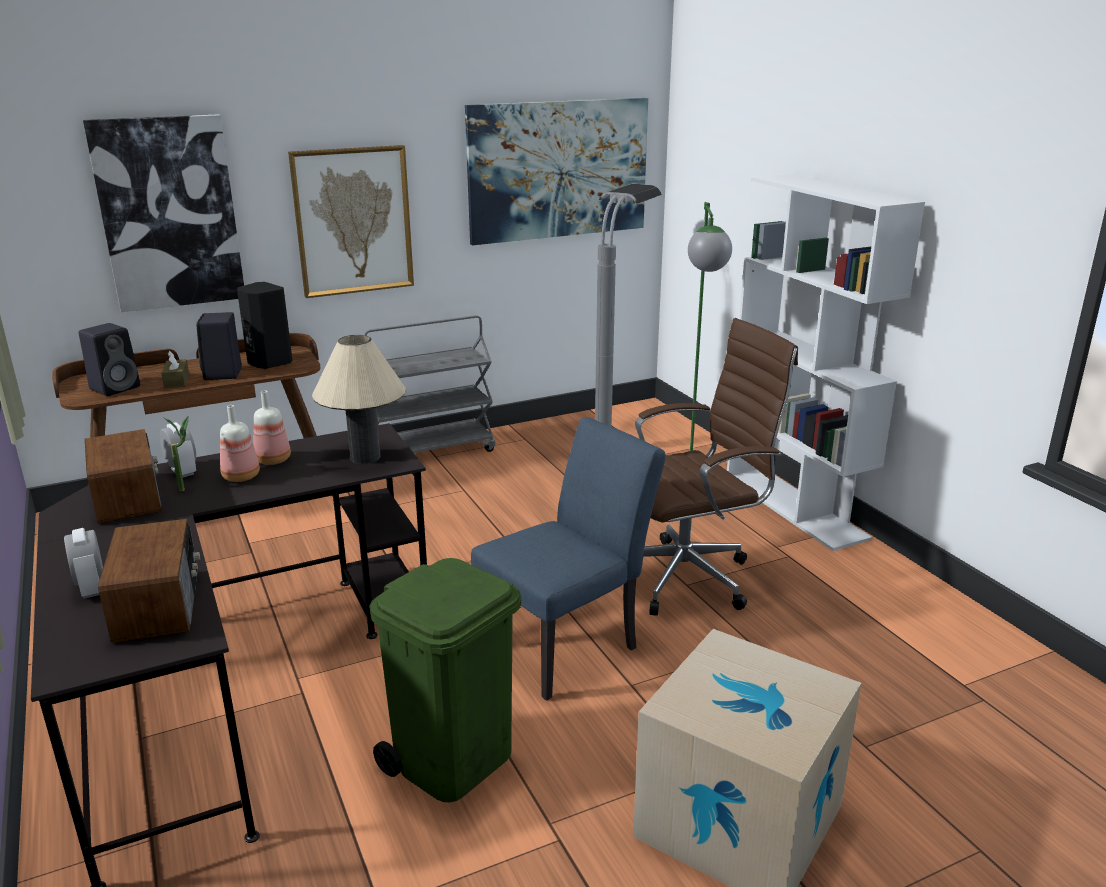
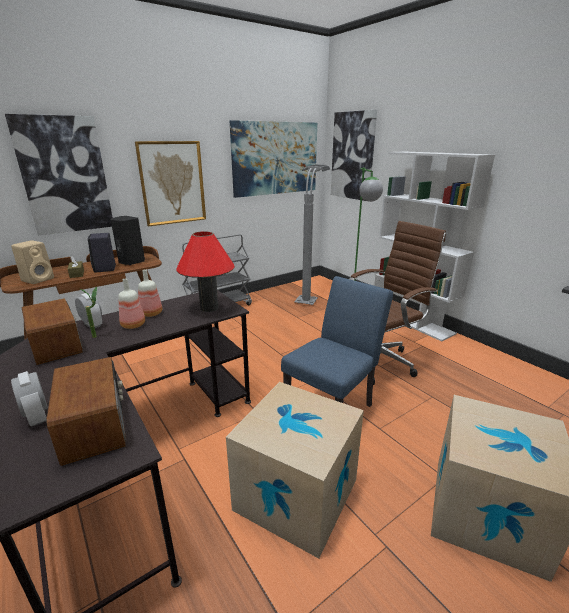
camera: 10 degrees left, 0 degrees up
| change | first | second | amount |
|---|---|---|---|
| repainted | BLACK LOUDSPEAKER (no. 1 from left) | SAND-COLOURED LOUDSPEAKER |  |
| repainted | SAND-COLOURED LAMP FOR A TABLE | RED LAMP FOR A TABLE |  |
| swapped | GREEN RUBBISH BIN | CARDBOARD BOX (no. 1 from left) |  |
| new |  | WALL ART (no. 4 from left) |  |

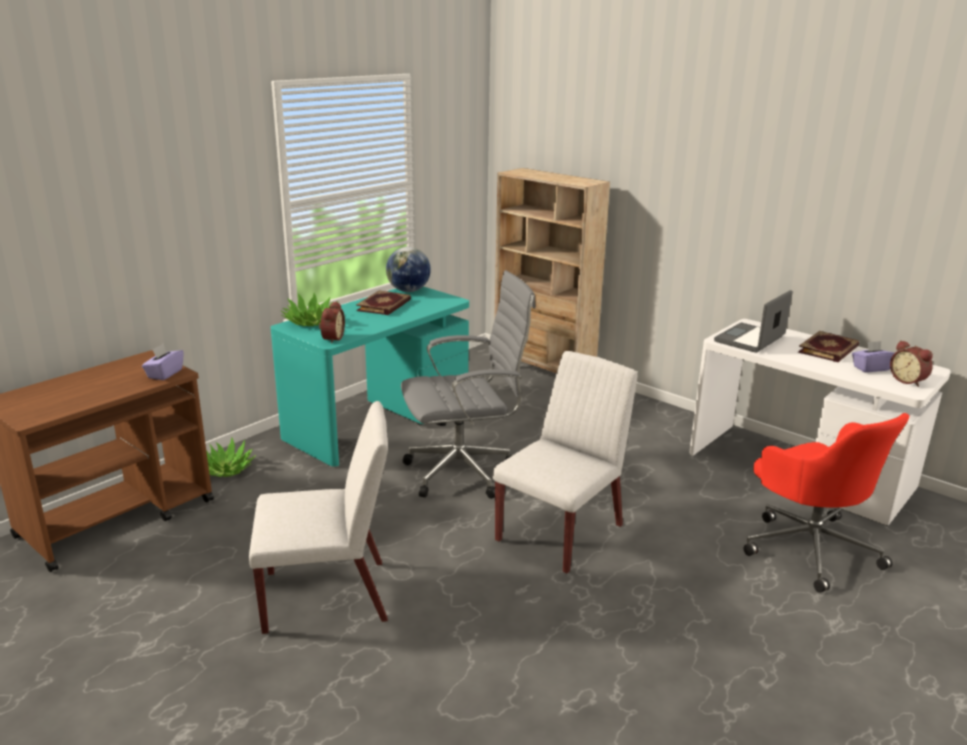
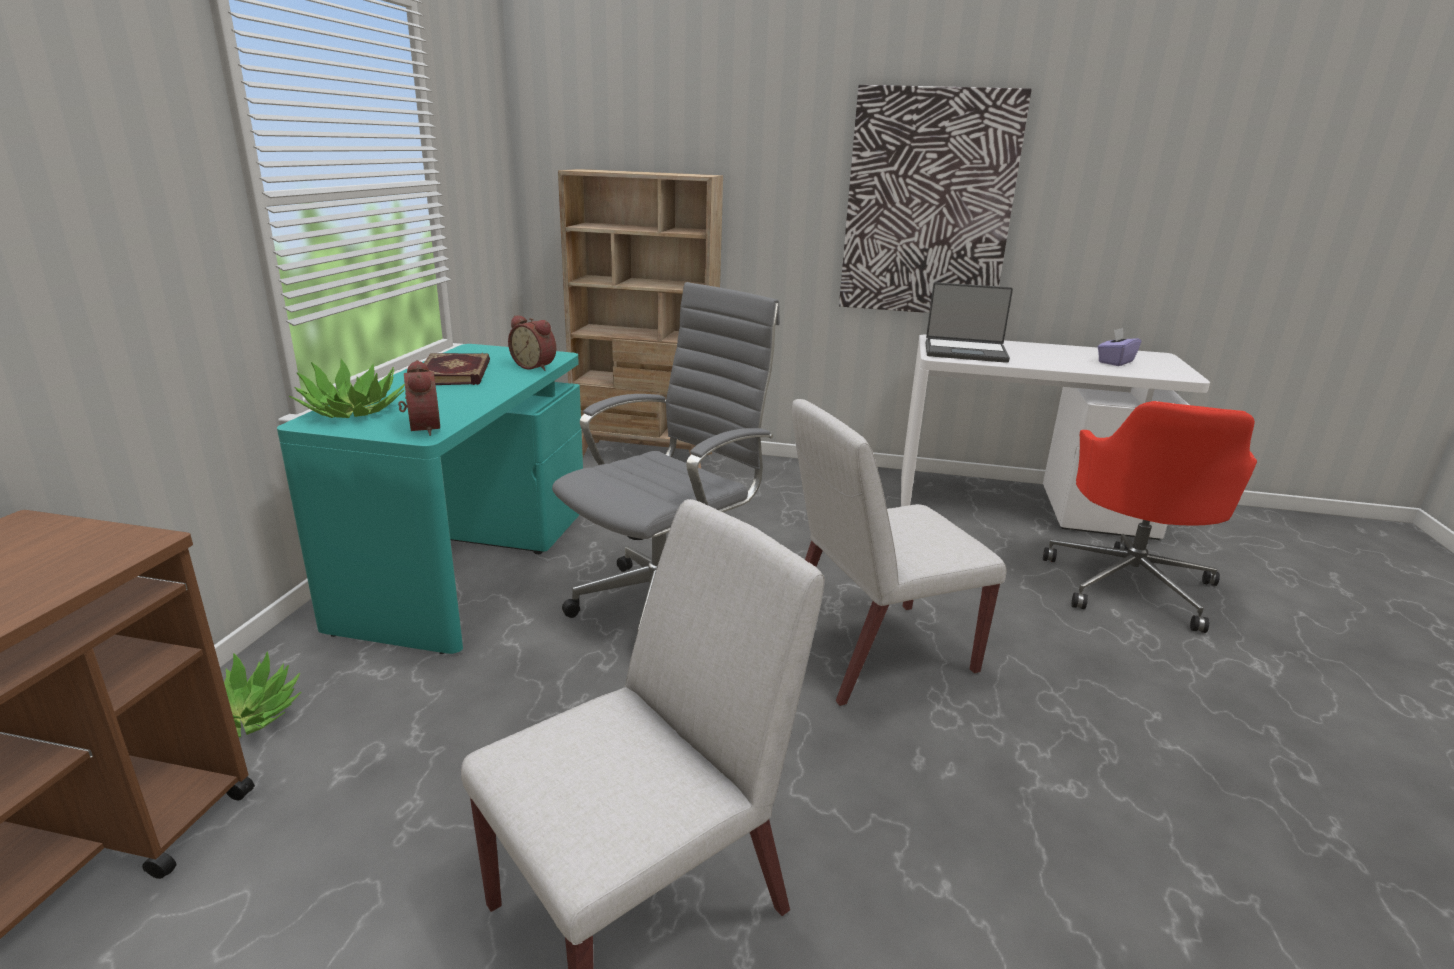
camera: 30 degrees left, 0 degrees up
| change | first | second | amount |
|---|---|---|---|
| gone | PURPLE TISSUE BOX (no. 1 from left) |  |  |
| gone | DESK GLOBE |  |  |
| rotated | WHITE UPRIGHT CHAIR (no. 2 from left) |  | 120 degrees counterclockwise |
| rotated | PORTABLE COMPUTER |  | 90 degrees counterclockwise |
| rotated | RED COMPUTER CHAIR |  | 75 degrees clockwise |
| gone | VOLUME (no. 2 from left) |  |  |
| shifted | ALARM CLOCK (no. 2 from left) |  |  |
| new |  | WALL ART |  |

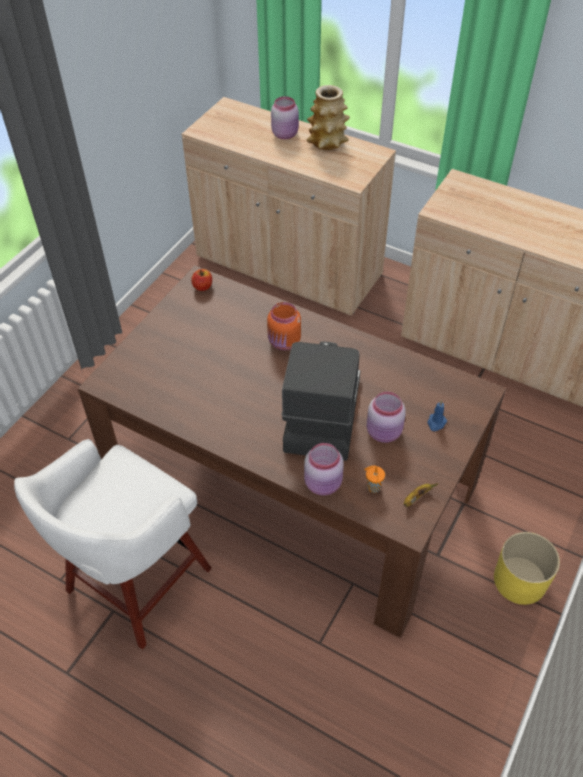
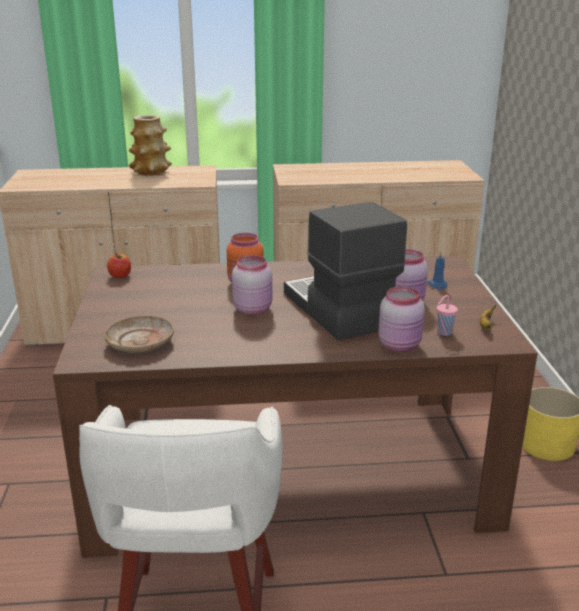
camera: 35 degrees left, 25 degrees down
| change | first | second | amount |
|---|---|---|---|
| shifted | PINKISH PRESERVE JAR (no. 1 from left) |  |  |
| repainted | ORANGE SMALL CUP | PINKISH SMALL CUP |  |
| new |  | SAND-COLOURED FLAT DISH |  |

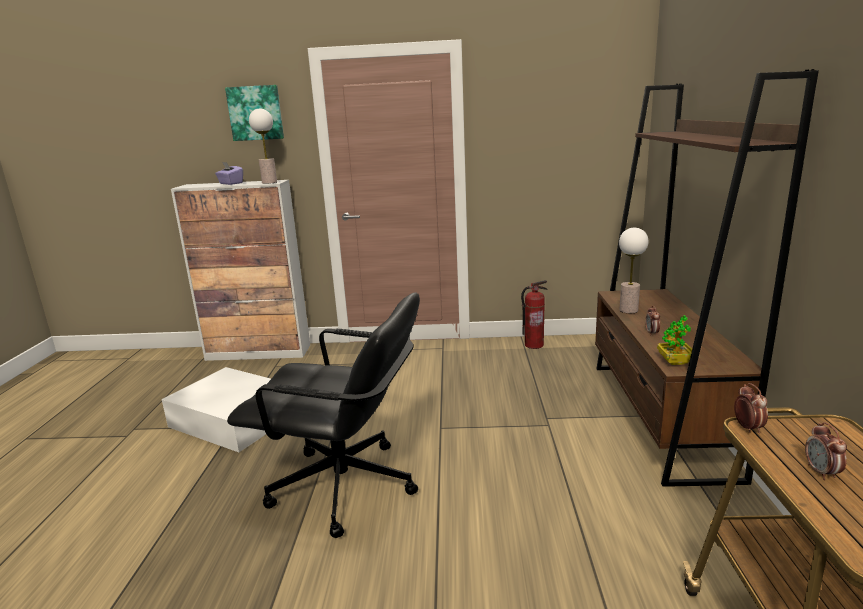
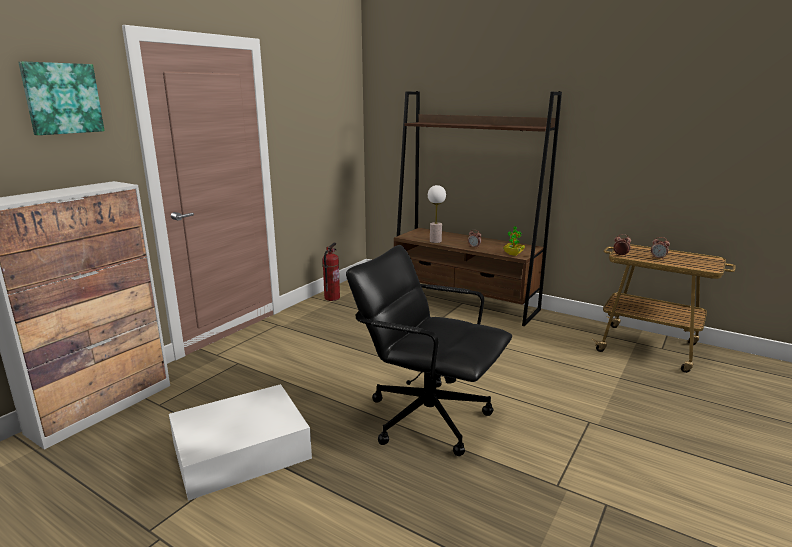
camera: 60 degrees left, 0 degrees up
| change | first | second | amount |
|---|---|---|---|
| gone | PURPLE TISSUE BOX |  |  |
| rotated | BLACK COMPUTER CHAIR |  | 105 degrees counterclockwise |
| gone | LAMP FOR A TABLE (no. 1 from left) |  |  |

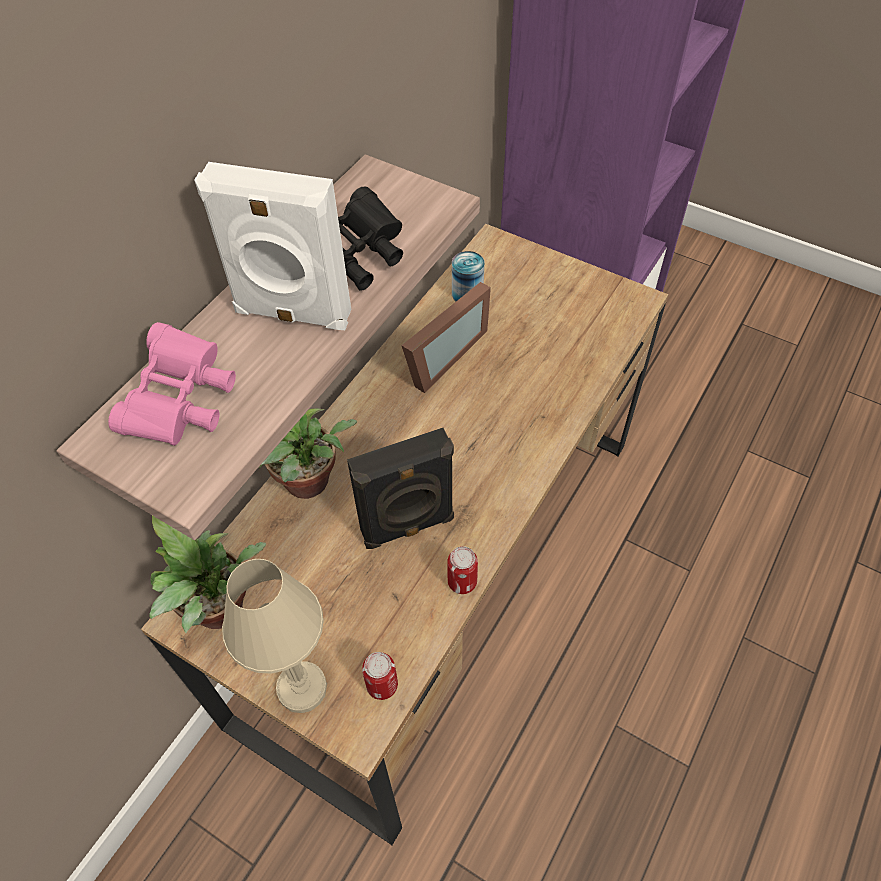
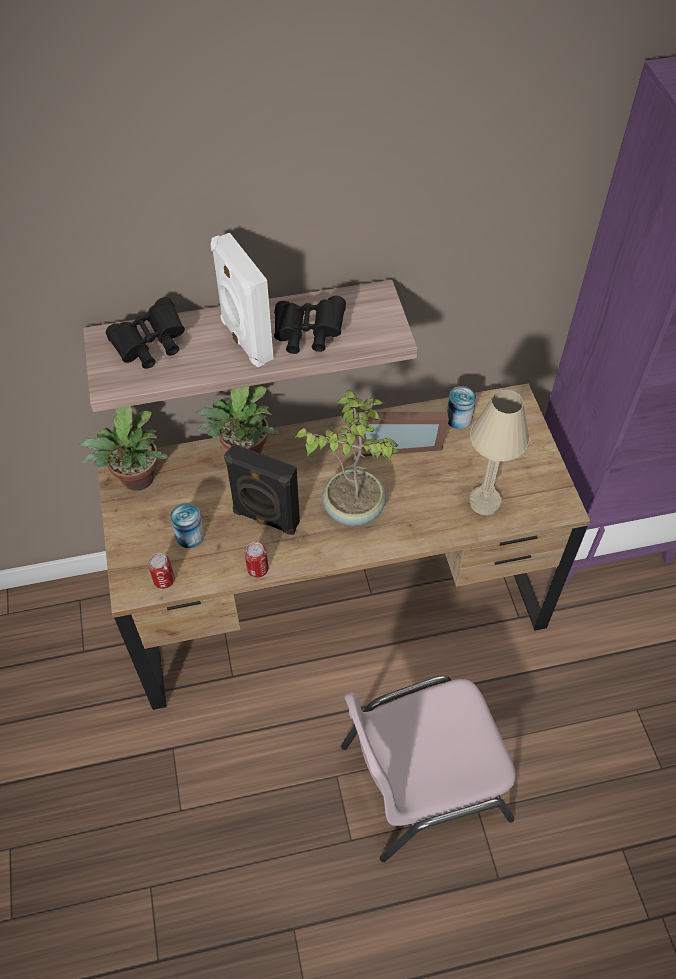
camera: 45 degrees right, 0 degrees up
| change | first | second | amount |
|---|---|---|---|
| repainted | PINKISH FIELD GLASSES | BLACK FIELD GLASSES (no. 1 from left) |  |
| shifted | SAND-COLOURED LAMP FOR A TABLE |  |  |
| new |  | METAL CAN (no. 2 from left) |  |
| new |  | HOUSEPLANT (no. 3 from left) |  |
| new |  | PINKISH UPRIGHT CHAIR |  |

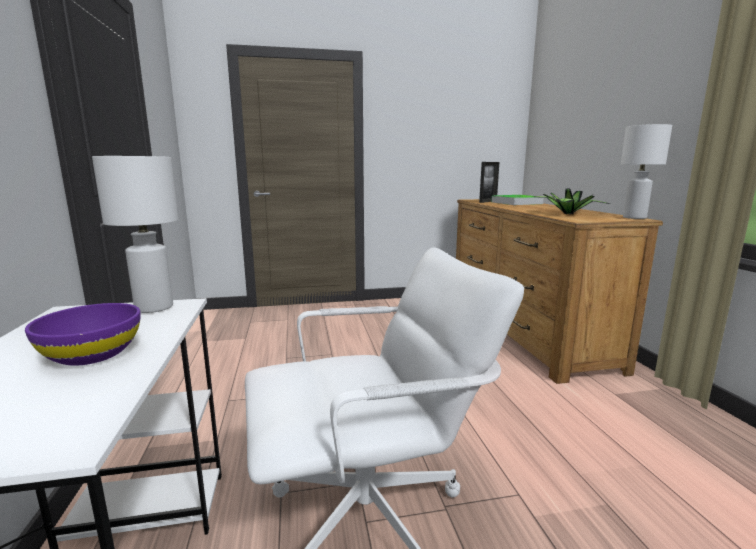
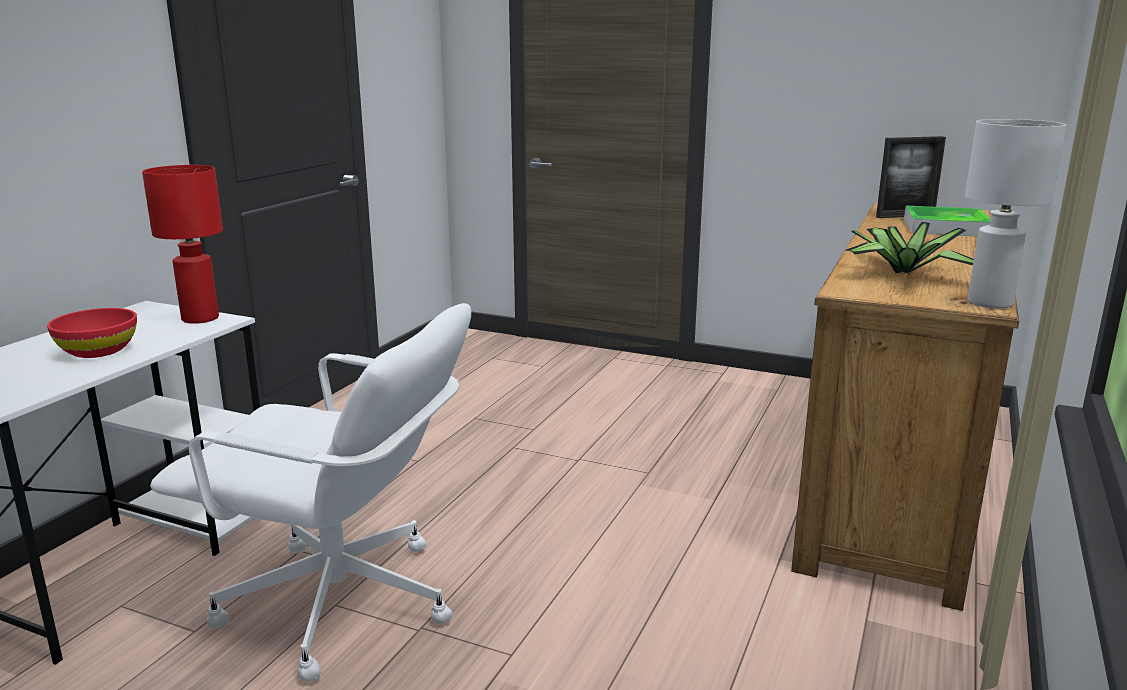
camera: 35 degrees right, 5 degrees up
| change | first | second | amount |
|---|---|---|---|
| repainted | PURPLE BOWL | RED BOWL |  |
| repainted | WHITE LAMP FOR A TABLE (no. 1 from left) | RED LAMP FOR A TABLE |  |

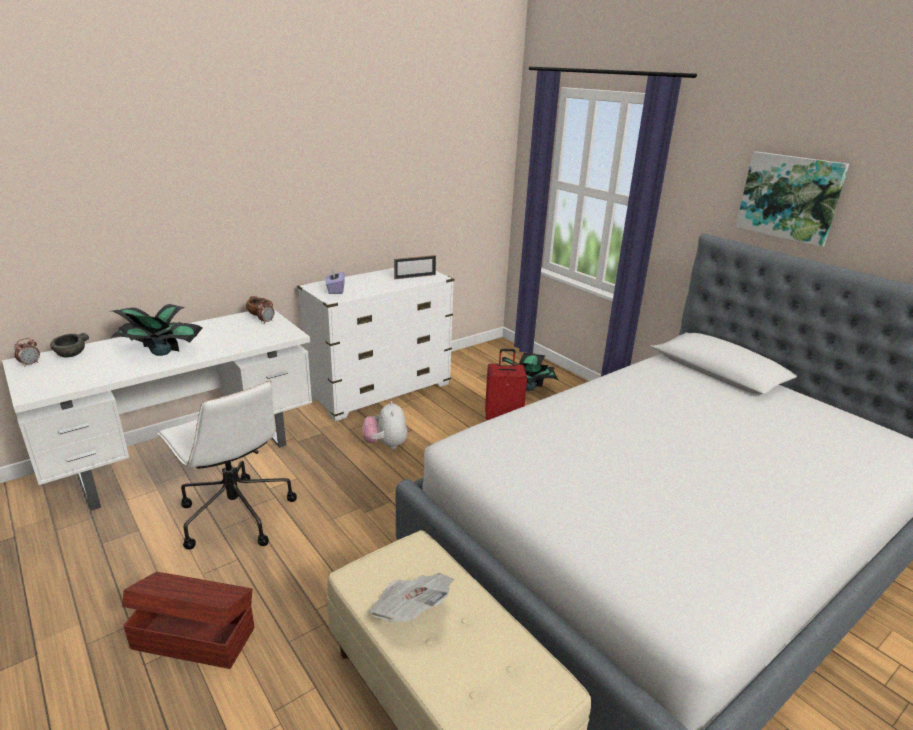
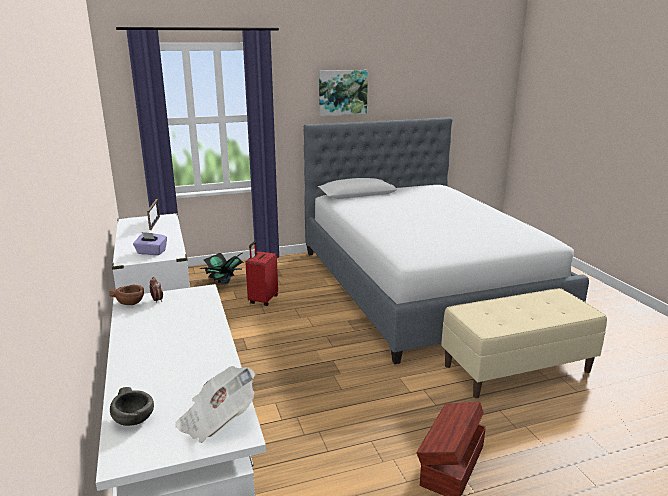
camera: 70 degrees left, 5 degrees down
| change | first | second | amount |
|---|---|---|---|
| gone | ALARM CLOCK (no. 1 from left) |  |  |
| gone | HOUSEPLANT (no. 1 from left) |  |  |
| gone | WHITE COMPUTER CHAIR |  |  |
| gone | PLUSH TOY |  |  |
| shifted | PRINTED PAPER |  |  |

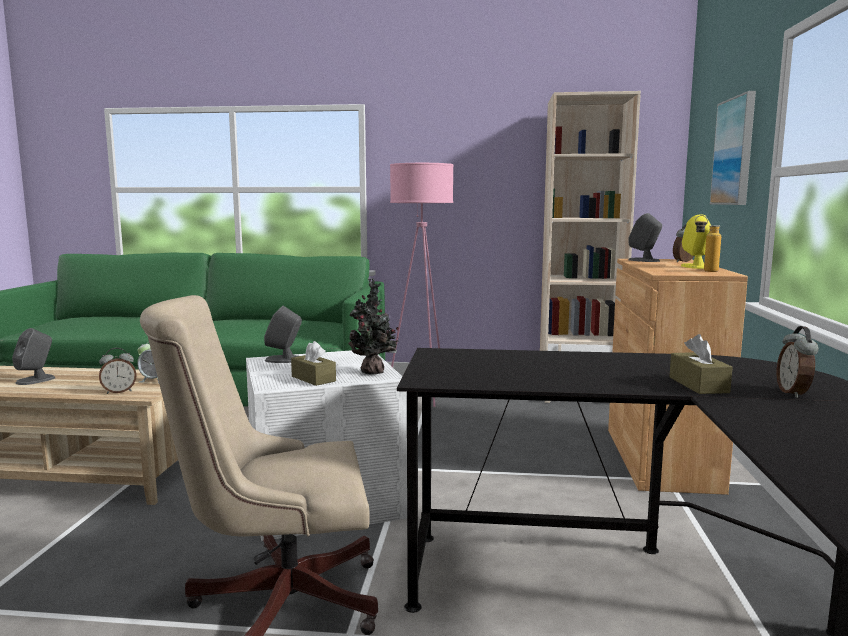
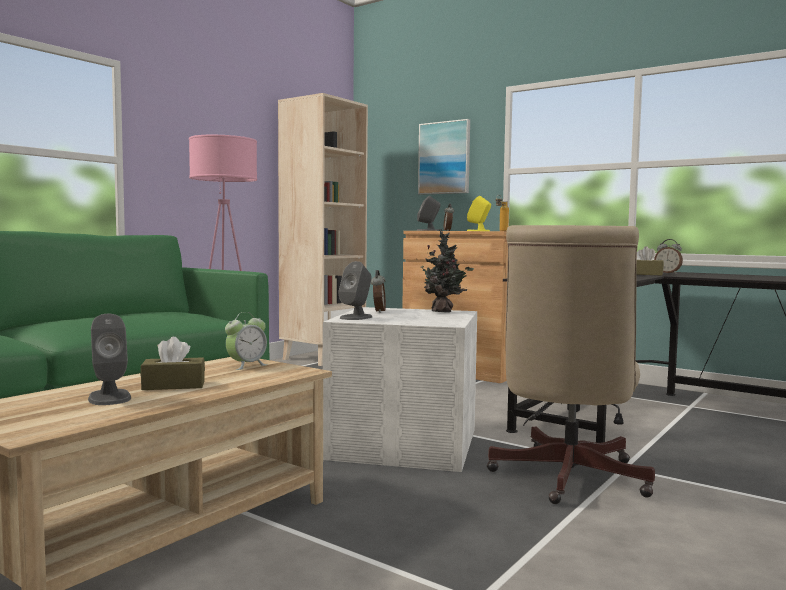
camera: 60 degrees left, 5 degrees down
| change | first | second | amount |
|---|---|---|---|
| shifted | ALARM CLOCK (no. 1 from left in the first image) | ALARM CLOCK (no. 2 from left) |  |
| shifted | BROWN TISSUE BOX (no. 1 from left) |  |  |

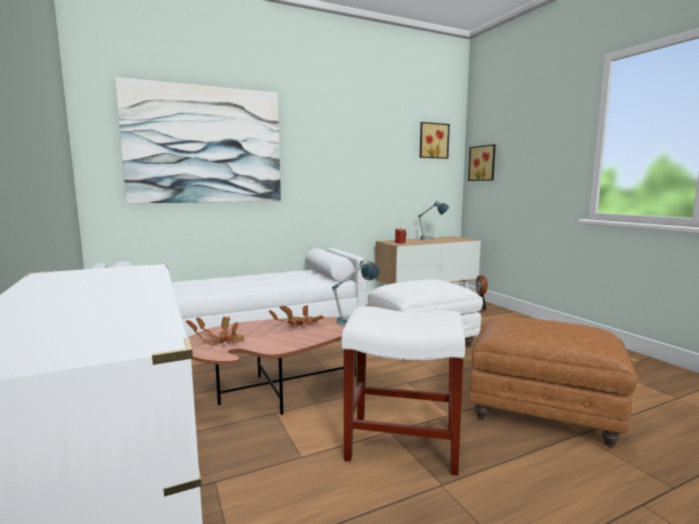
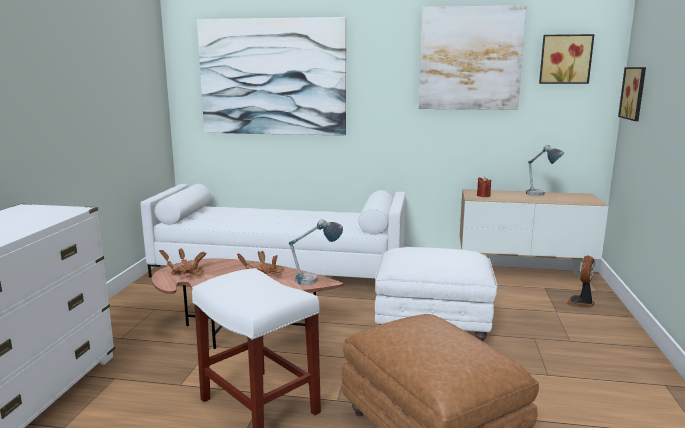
camera: 35 degrees right, 5 degrees up
| change | first | second | amount |
|---|---|---|---|
| new |  | WALL ART (no. 2 from left) |  |

